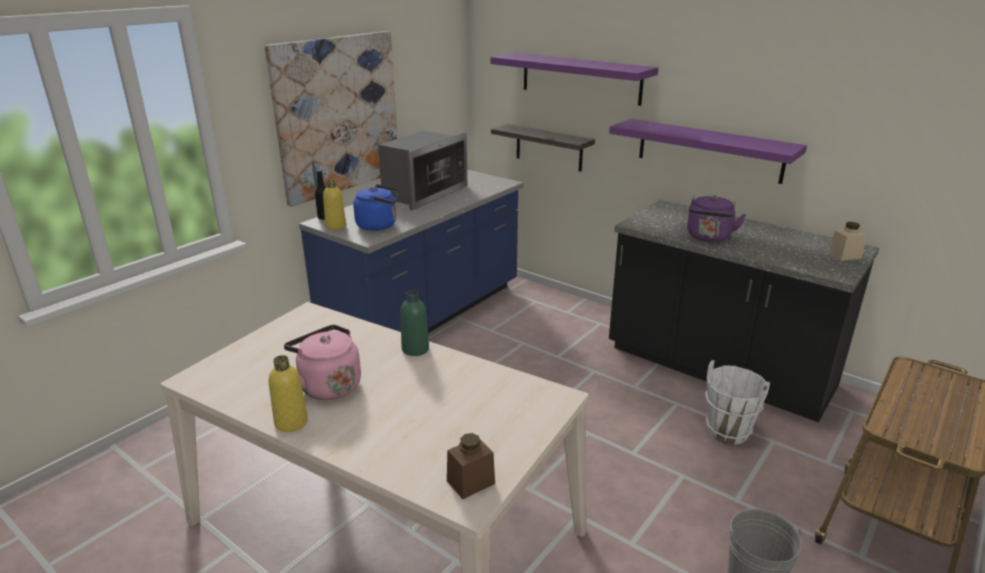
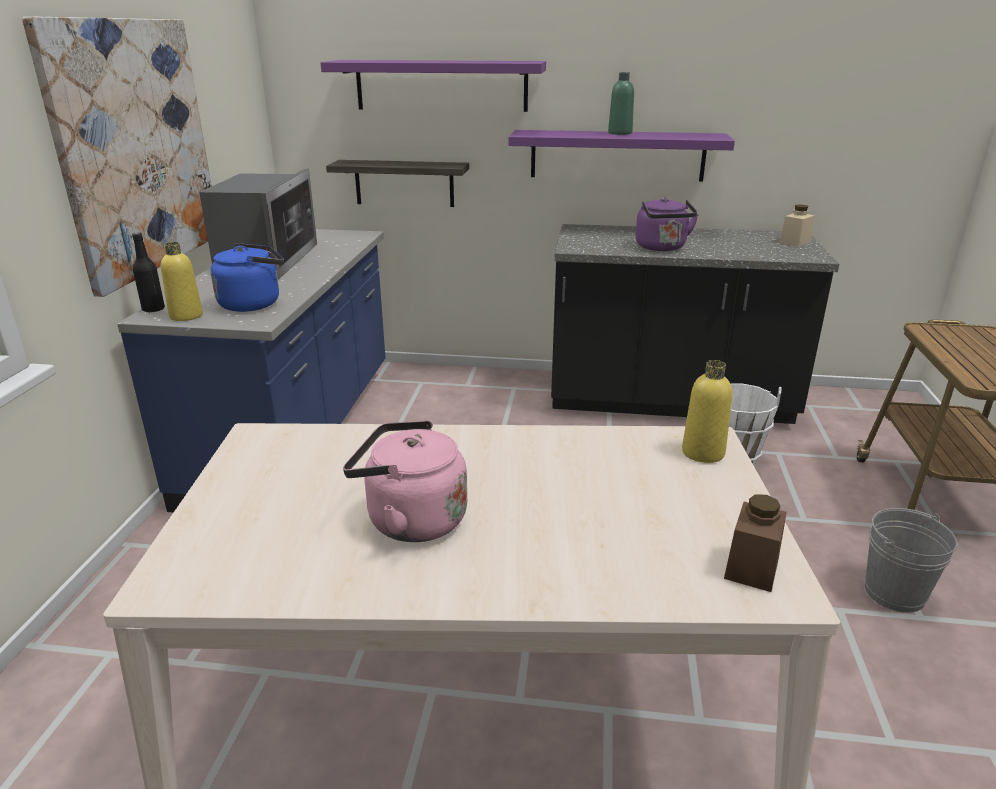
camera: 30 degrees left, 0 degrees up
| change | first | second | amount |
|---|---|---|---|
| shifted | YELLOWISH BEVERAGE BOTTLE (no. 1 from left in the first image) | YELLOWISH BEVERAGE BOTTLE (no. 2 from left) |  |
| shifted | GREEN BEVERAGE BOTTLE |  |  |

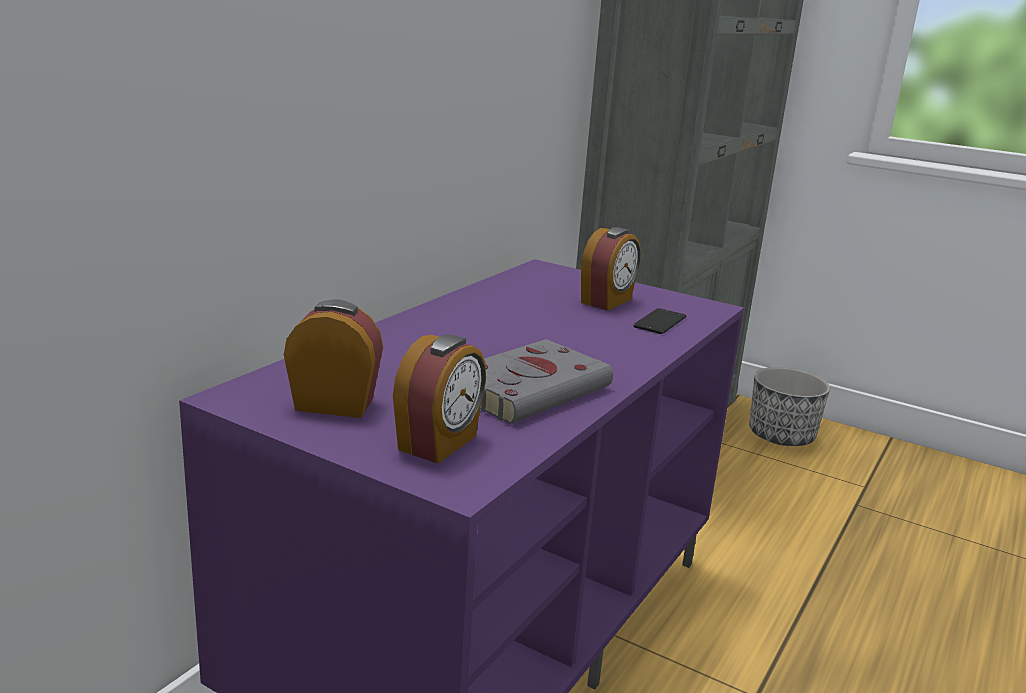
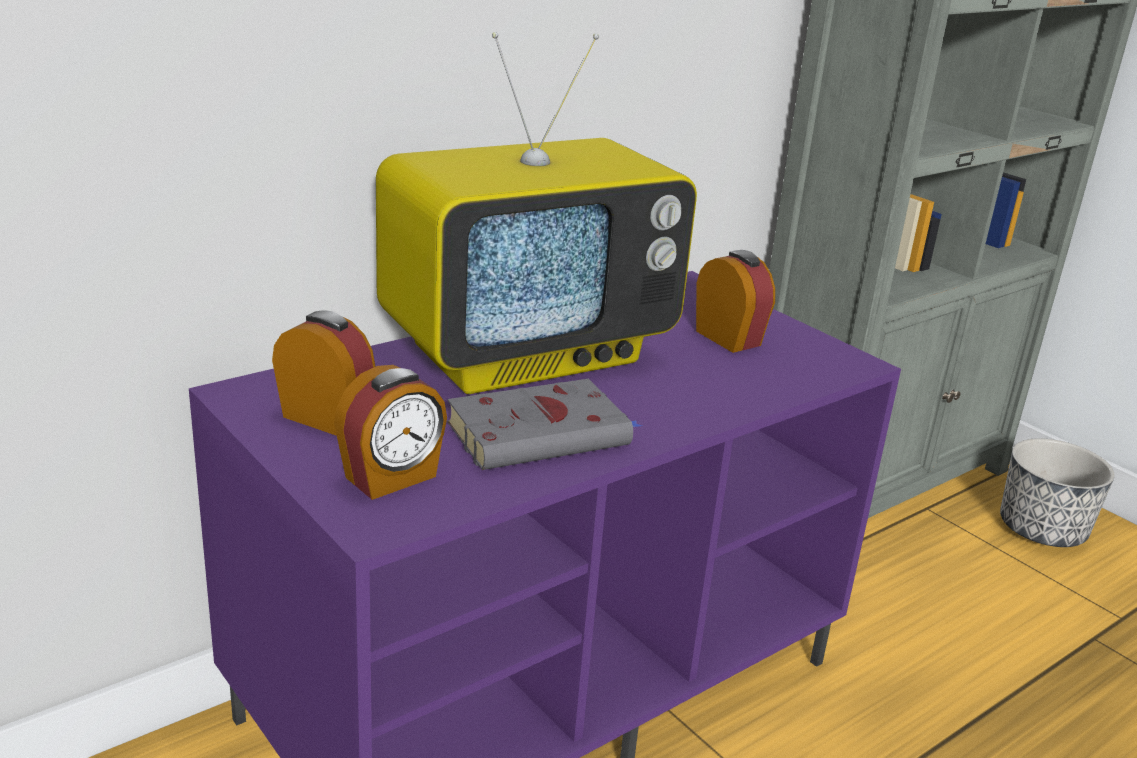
camera: 20 degrees right, 5 degrees up
| change | first | second | amount |
|---|---|---|---|
| rotated | ALARM CLOCK (no. 3 from left) |  | 90 degrees counterclockwise |
| gone | HANDSET |  |  |
| new |  | TELEVISION |  |

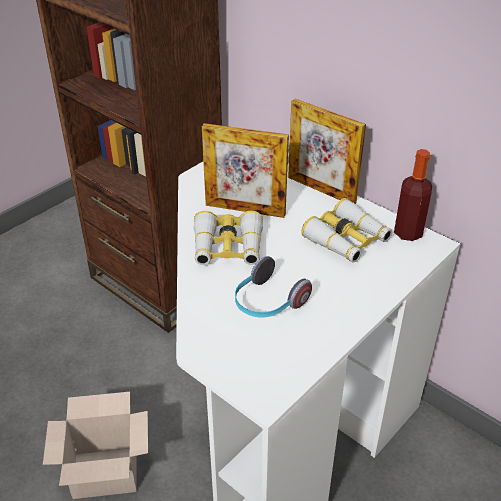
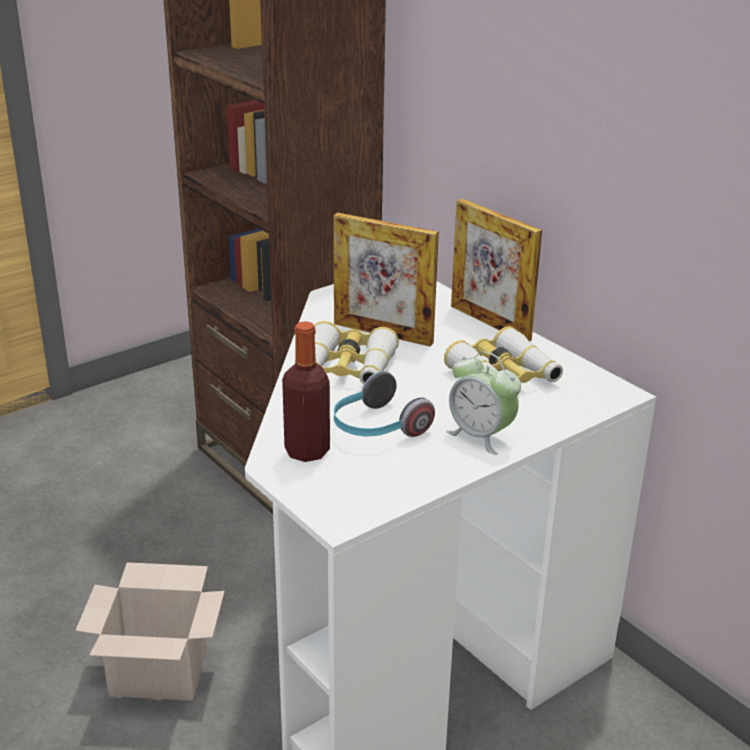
camera: 10 degrees right, 10 degrees down
| change | first | second | amount |
|---|---|---|---|
| shifted | BEVERAGE BOTTLE |  |  |
| new |  | ALARM CLOCK |  |

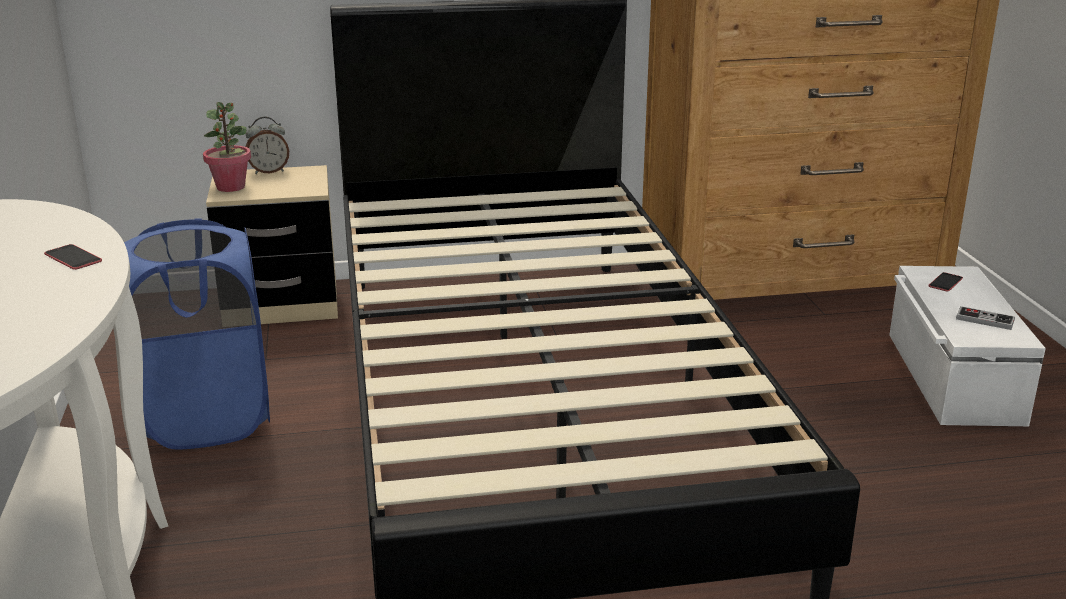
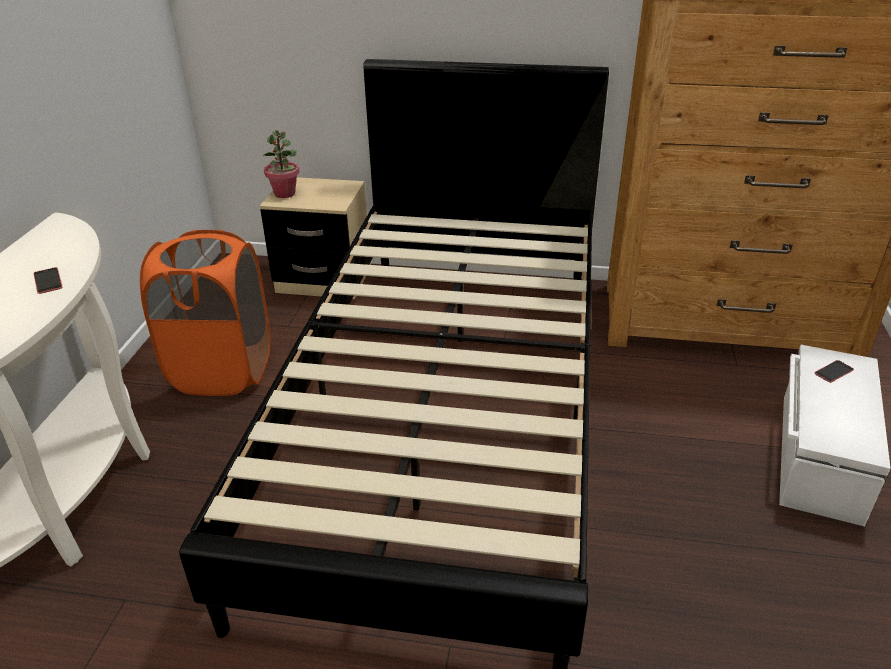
camera: 20 degrees right, 10 degrees up
| change | first | second | amount |
|---|---|---|---|
| repainted | BLUISH WASHING BASKET | ORANGE WASHING BASKET |  |
| gone | ALARM CLOCK |  |  |
| gone | JOYPAD |  |  |

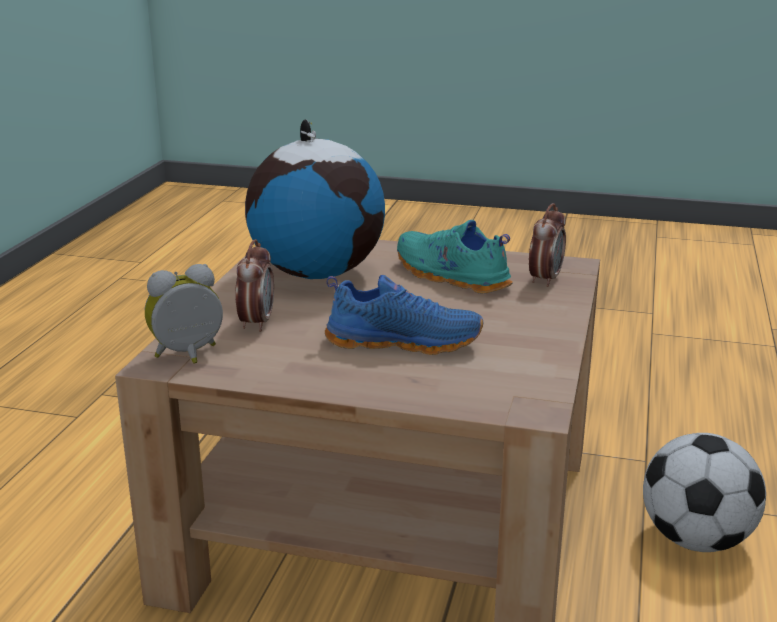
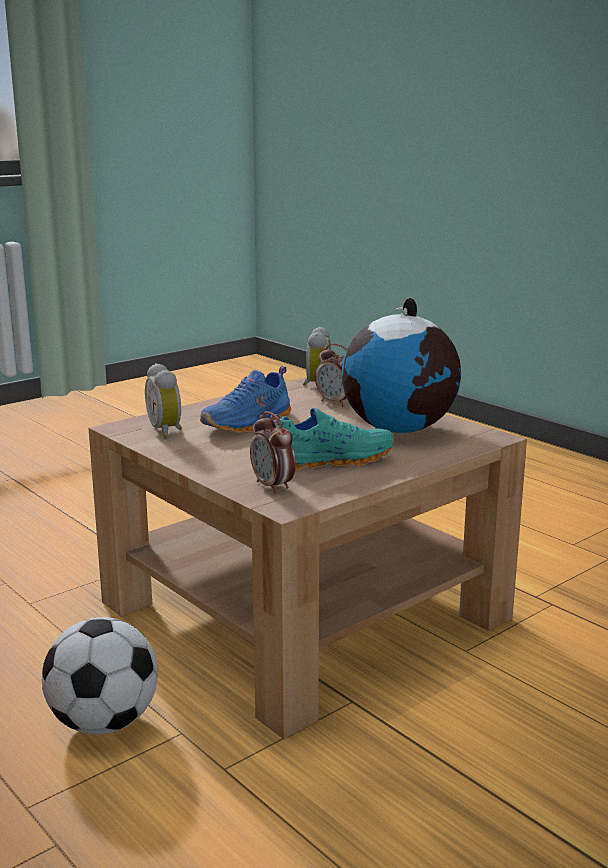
camera: 125 degrees right, 5 degrees down
| change | first | second | amount |
|---|---|---|---|
| new |  | ALARM CLOCK (no. 1 from left) |  |

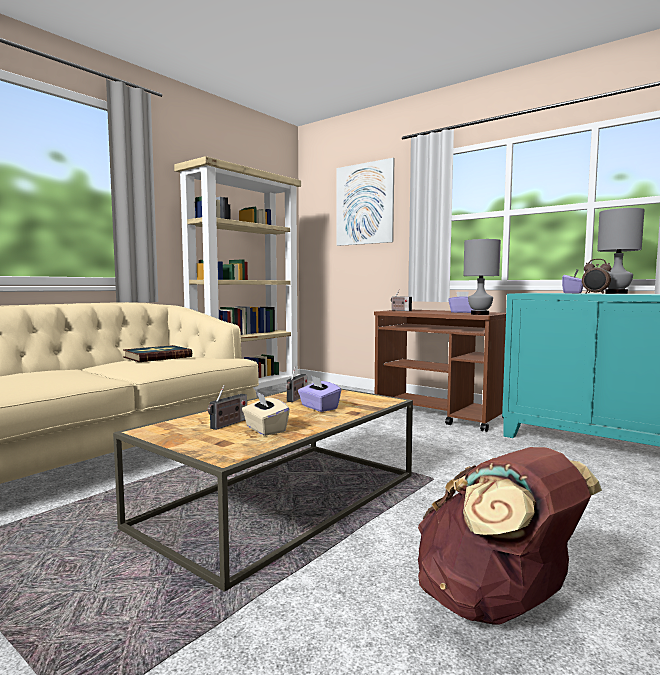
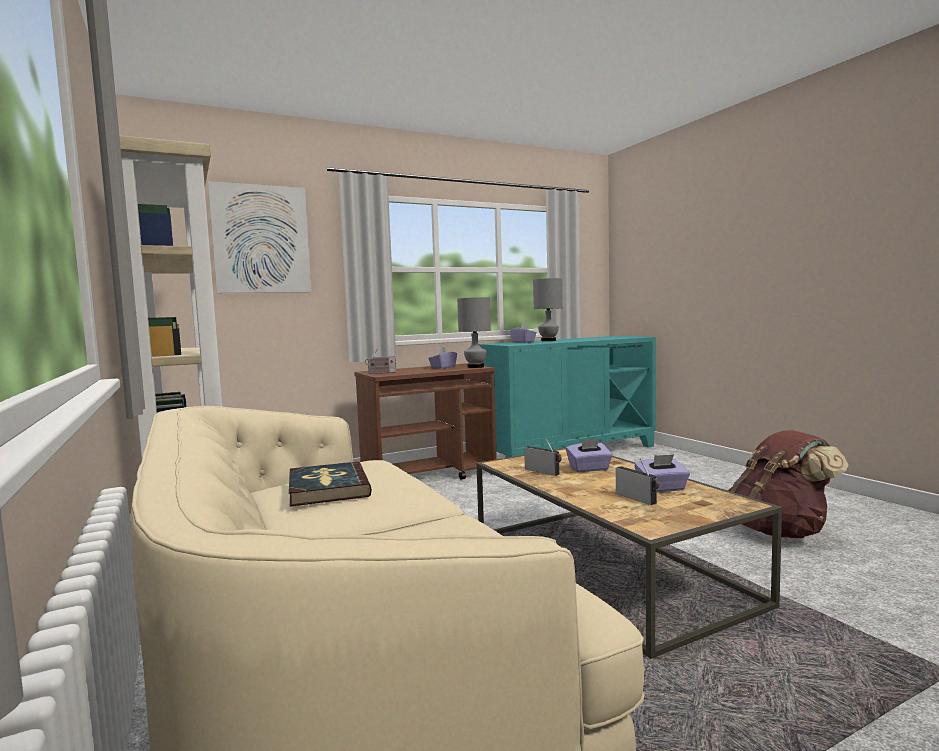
camera: 65 degrees left, 0 degrees up
| change | first | second | amount |
|---|---|---|---|
| repainted | SAND-COLOURED TISSUE BOX | PURPLE TISSUE BOX (no. 4 from left) |  |
| gone | ALARM CLOCK |  |  |

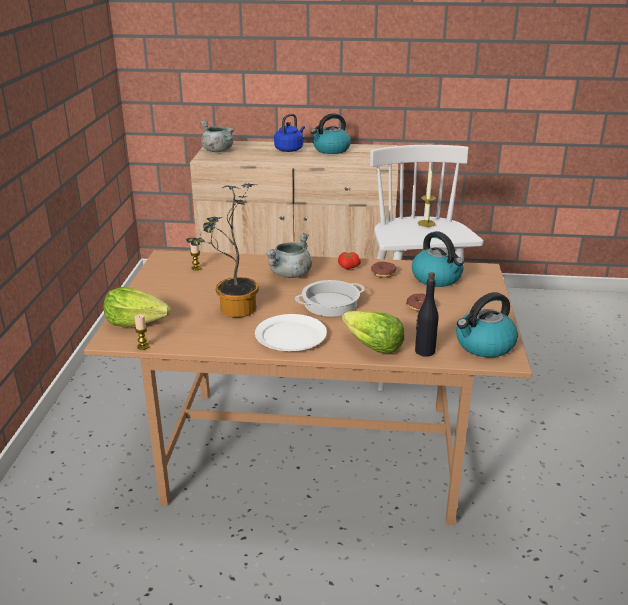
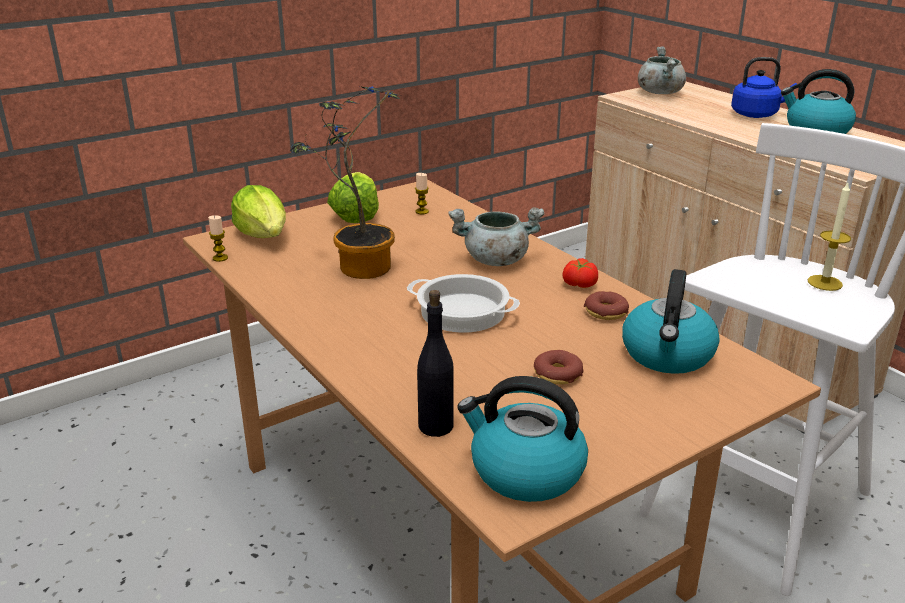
camera: 50 degrees right, 0 degrees up
| change | first | second | amount |
|---|---|---|---|
| gone | WHITE FLAT DISH |  |  |
| shifted | LETTUCE (no. 2 from left) |  |  |

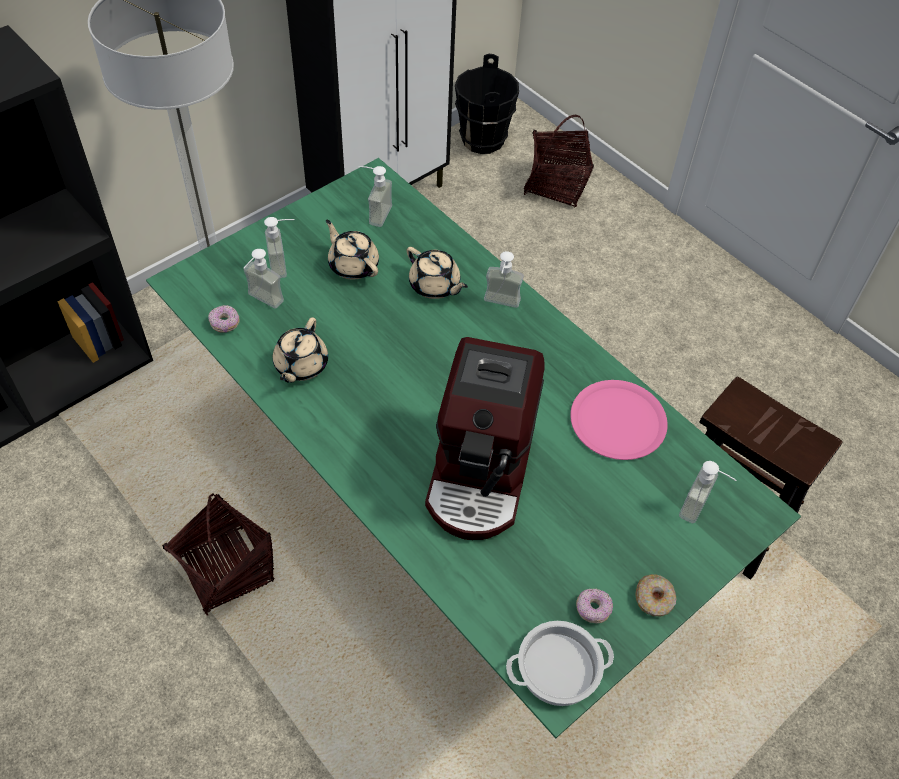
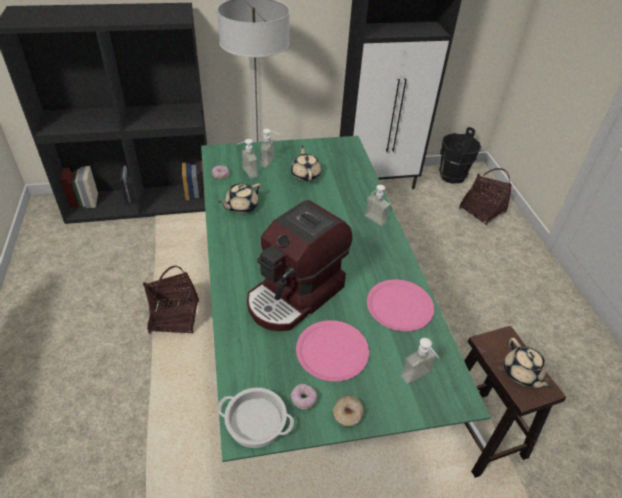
camera: 30 degrees right, 10 degrees down
| change | first | second | amount |
|---|---|---|---|
| gone | LIQUID SOAP BOTTLE (no. 3 from left) |  |  |
| shifted | SAND-COLOURED TEA POT (no. 3 from left) |  |  |
| new |  | PINKISH FLAT DISH (no. 1 from left) |  |

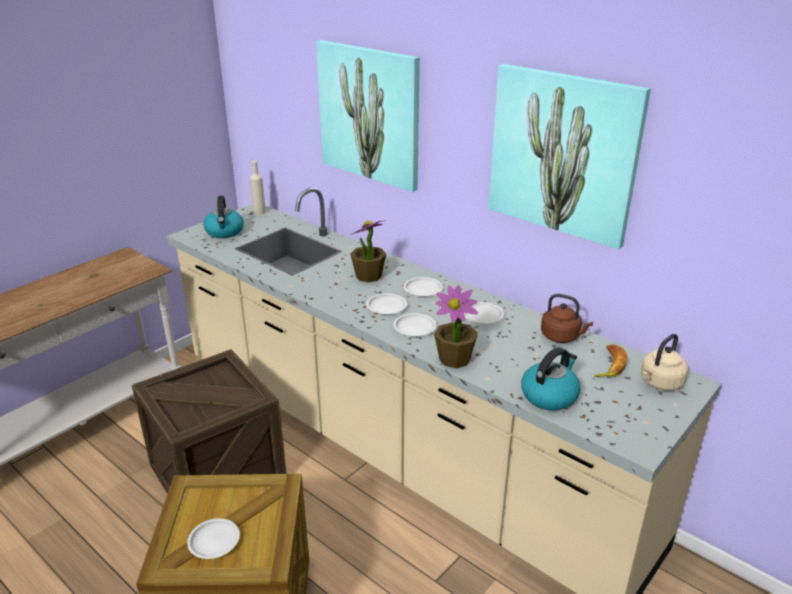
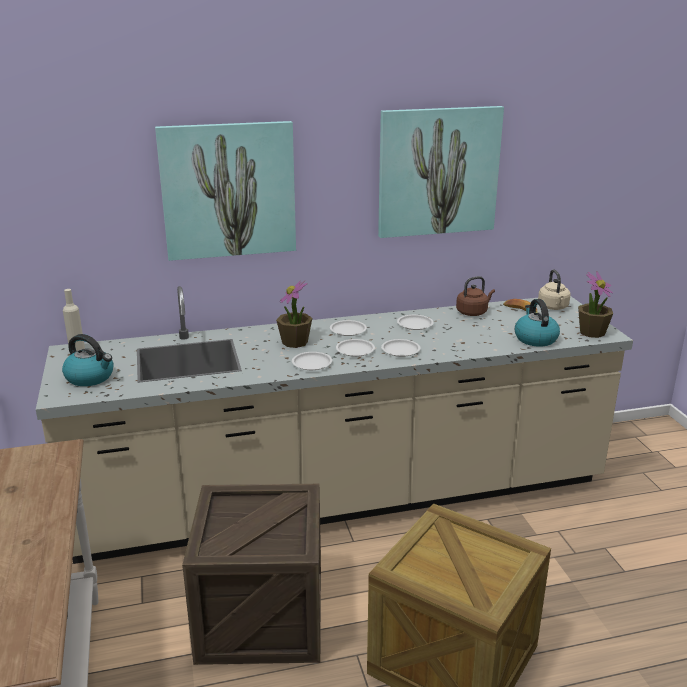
camera: 55 degrees left, 5 degrees down
| change | first | second | amount |
|---|---|---|---|
| shifted | WHITE FLAT DISH (no. 1 from left) |  |  |
| shifted | HOUSEPLANT (no. 2 from left) |  |  |

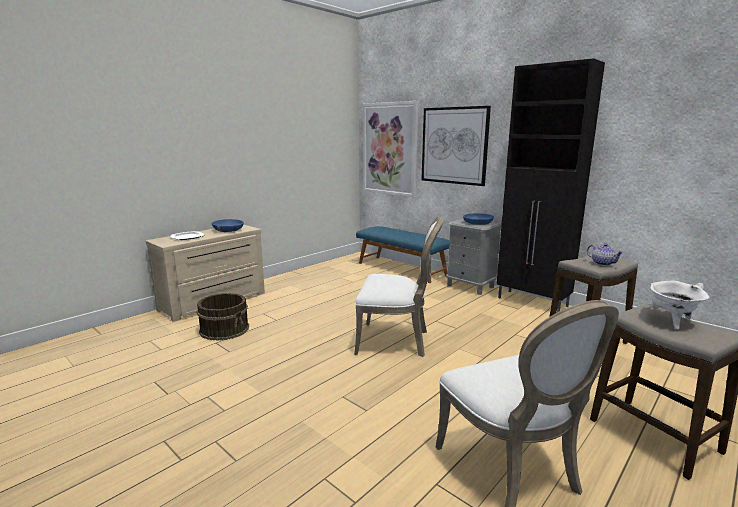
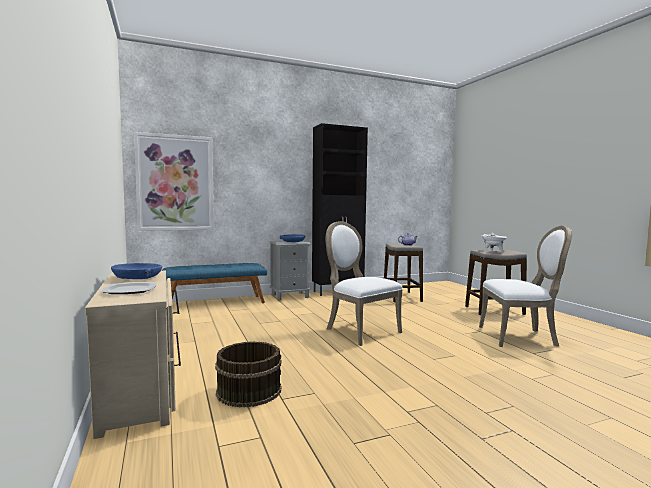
camera: 65 degrees left, 10 degrees down
| change | first | second | amount |
|---|---|---|---|
| rotated | WHITE UPRIGHT CHAIR (no. 1 from left) |  | 75 degrees counterclockwise |
| gone | WALL ART (no. 2 from left) |  |  |

